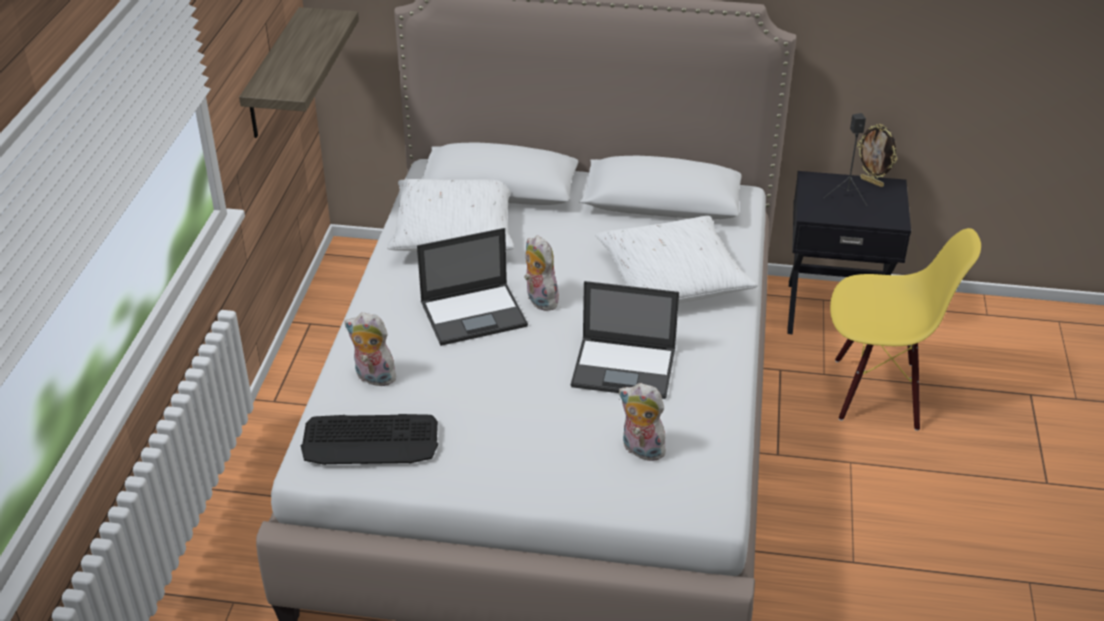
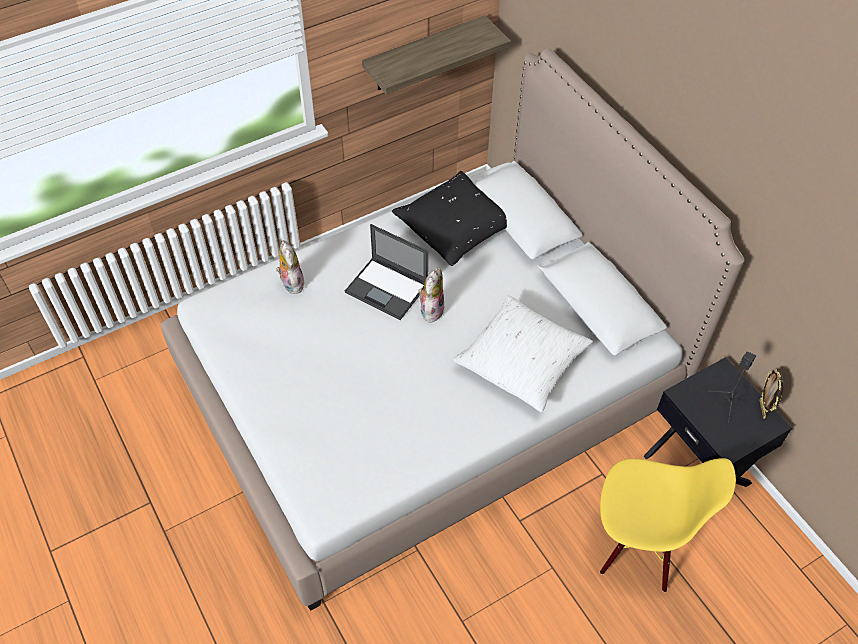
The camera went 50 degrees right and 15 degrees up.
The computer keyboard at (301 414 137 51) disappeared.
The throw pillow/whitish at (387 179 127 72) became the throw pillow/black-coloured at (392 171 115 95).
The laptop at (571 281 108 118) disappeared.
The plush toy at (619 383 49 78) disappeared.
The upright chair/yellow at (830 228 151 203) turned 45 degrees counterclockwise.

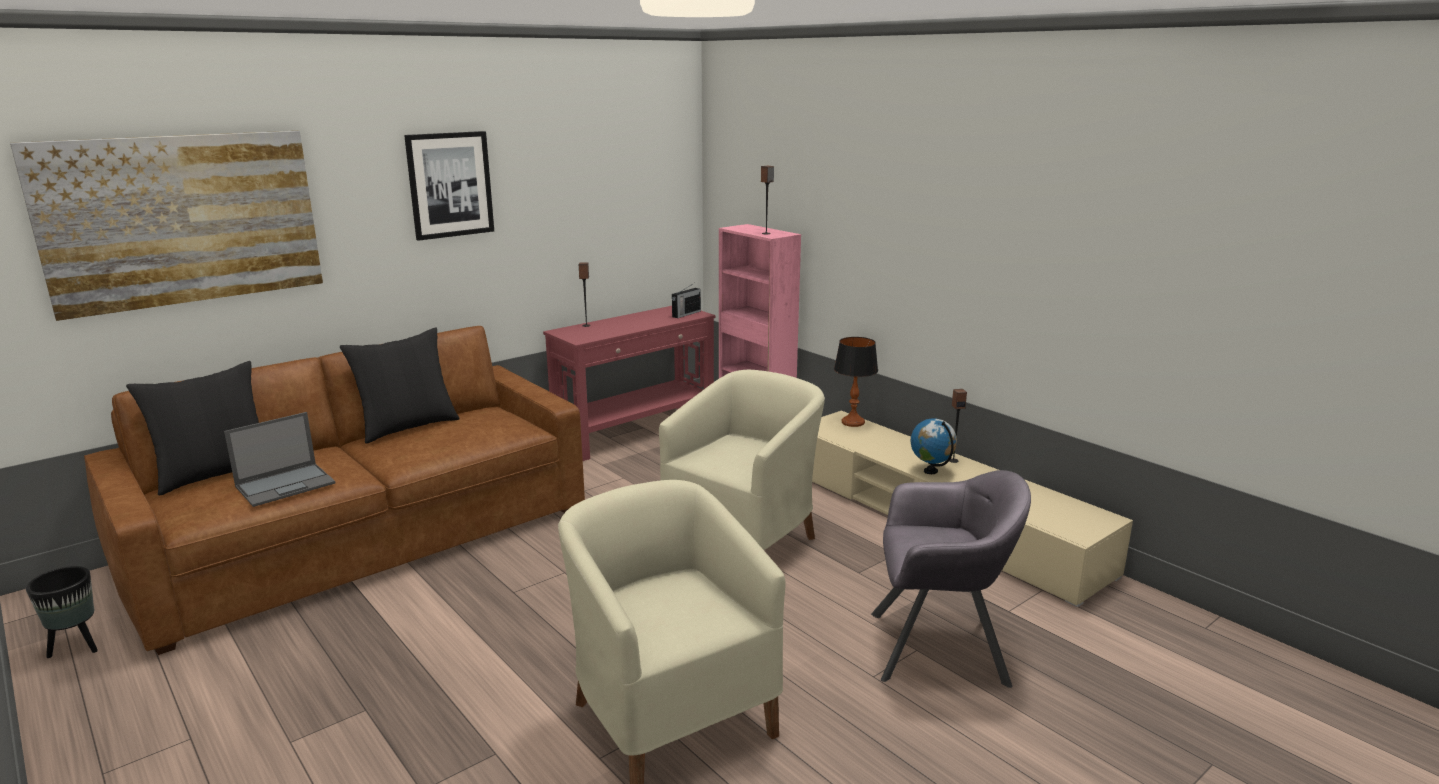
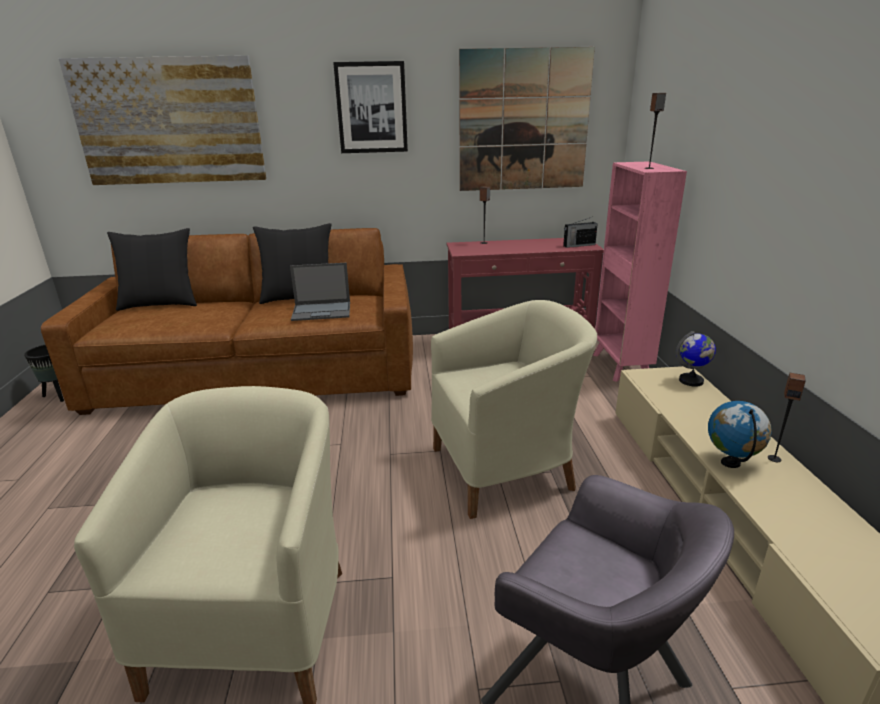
The camera went 35 degrees right and 5 degrees up.
The laptop moved from (224 412 112 95) to (290 263 60 58).
The lamp for a table at (834 337 44 90) was replaced by the globe at (676 331 40 56).
The wall picture at (459 47 136 144) appeared.

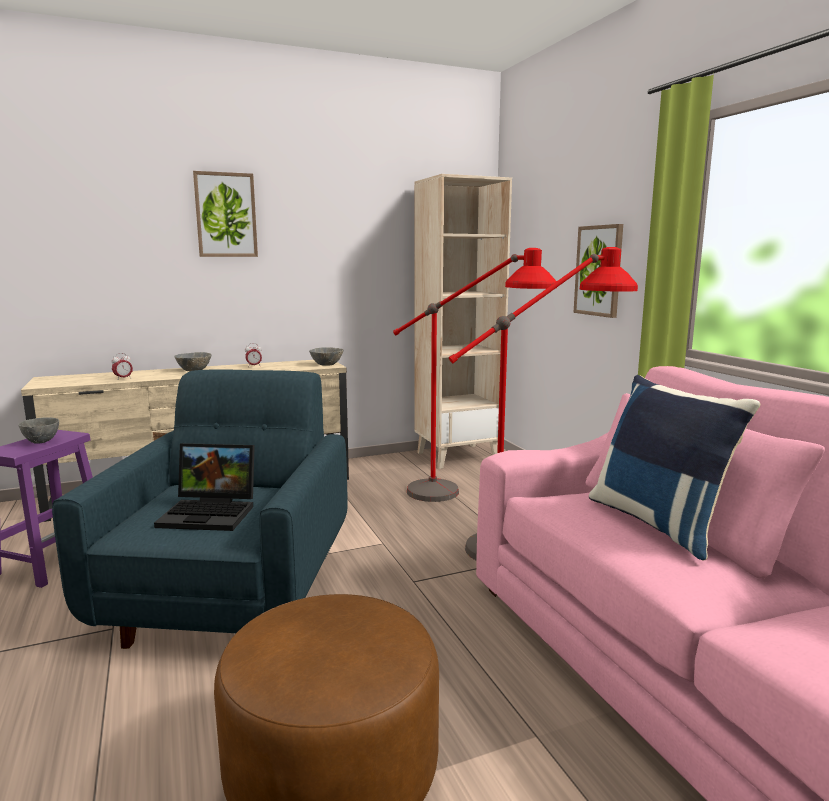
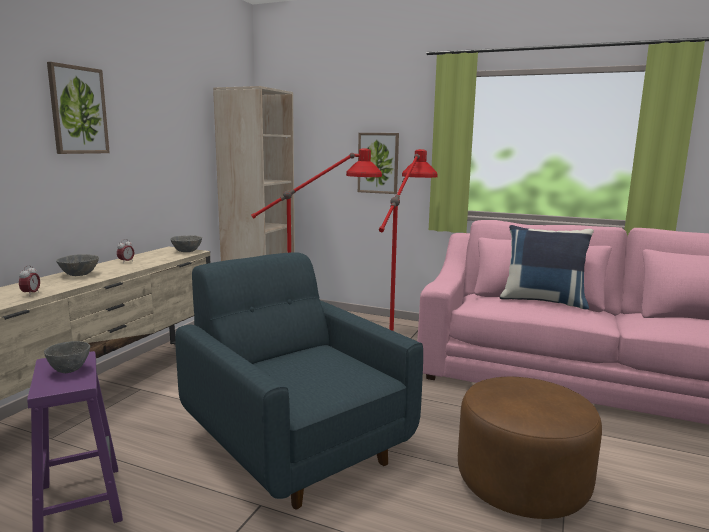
The camera went 45 degrees left and 0 degrees up.
The laptop at (154 443 101 88) disappeared.

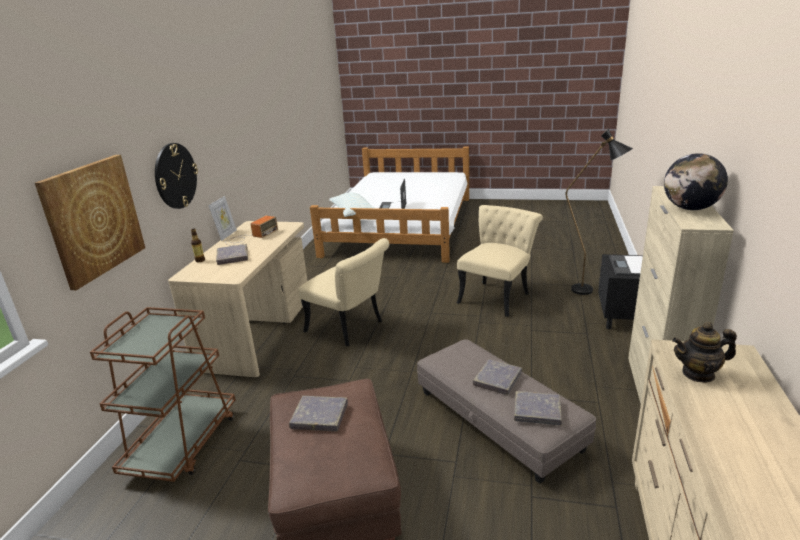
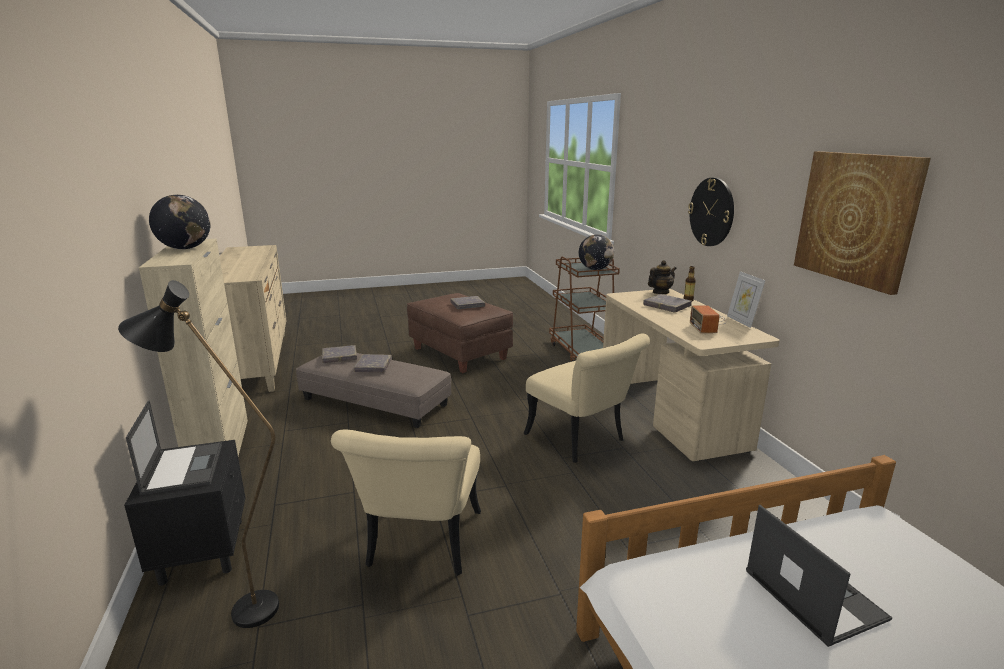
The camera went 150 degrees right and 5 degrees down.
The wall picture moved from (35 155 110 135) to (794 151 137 144).
The upright chair/sand-coloured at (299 238 90 108) turned 135 degrees counterclockwise.
The throw pillow at (329 192 45 25) disappeared.
The teapot moved from (672 322 65 61) to (648 260 29 34).
The globe at (579 234 35 36) appeared.

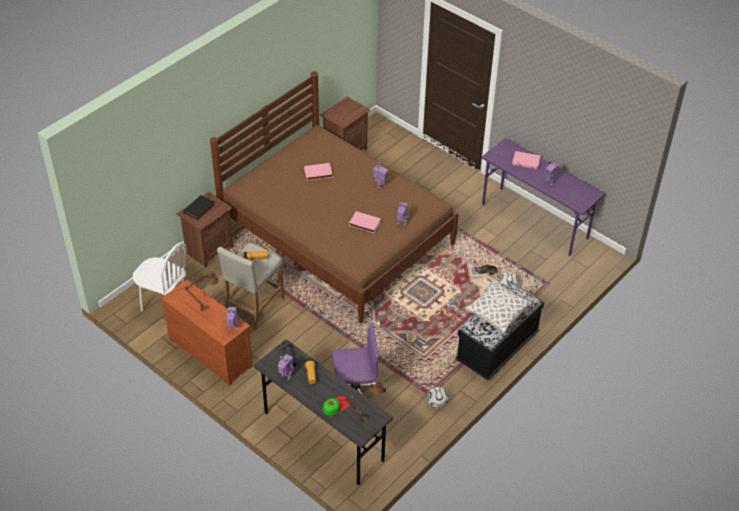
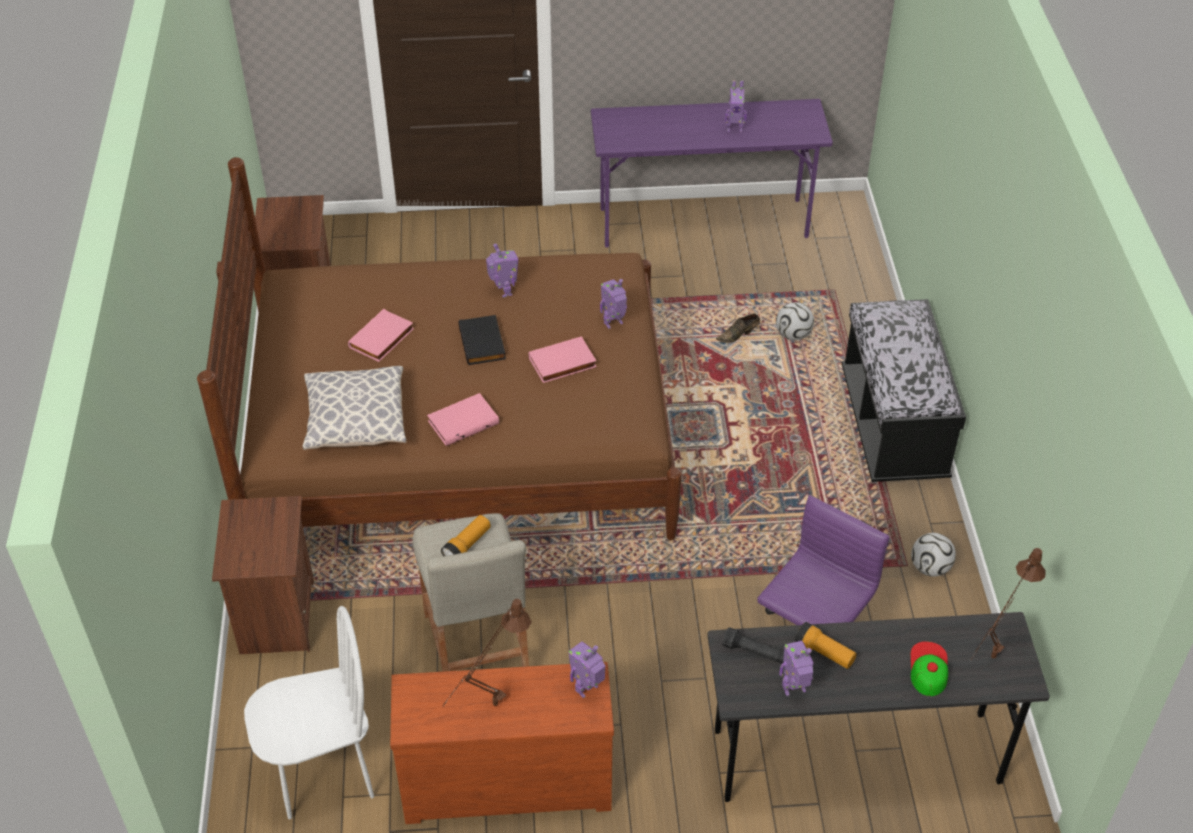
The camera went 45 degrees left and 0 degrees up.
The volume/black-coloured moved from (184 195 31 25) to (458 315 48 50).
The throw pillow moved from (465 280 67 54) to (303 366 104 84).
The volume/pinkish moved from (512 151 29 19) to (427 393 72 53).

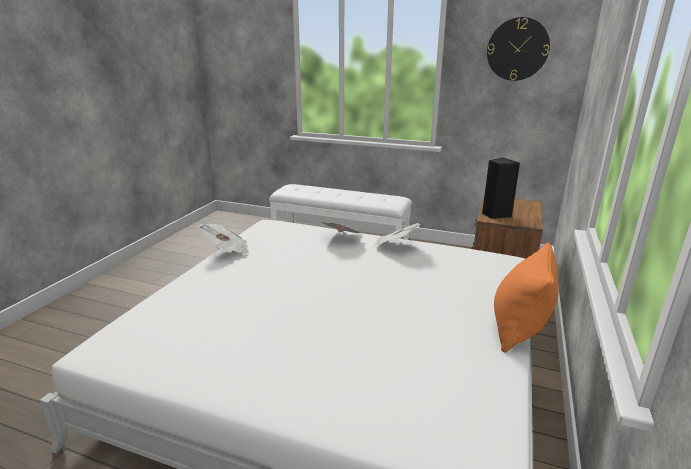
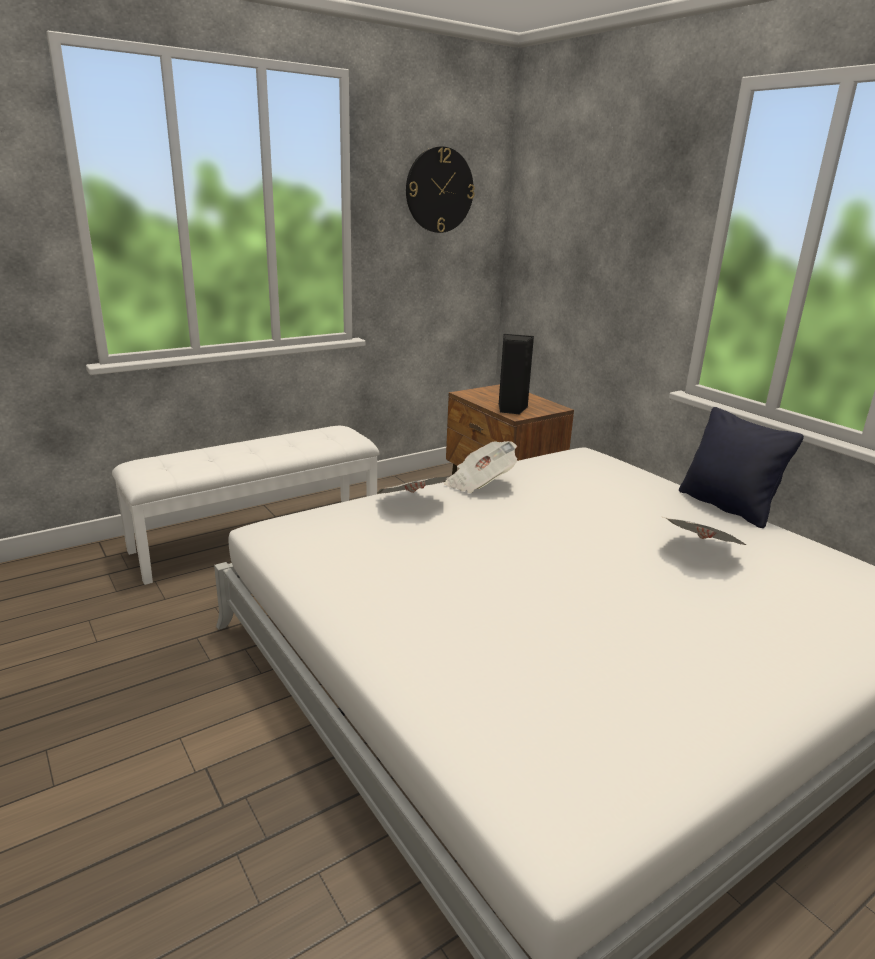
The camera went 55 degrees left and 0 degrees up.
The newspaper moved from (198 224 51 31) to (663 517 83 28).
The throw pillow/orange-coloured at (494 243 64 110) became the throw pillow/black-coloured at (679 407 125 121).

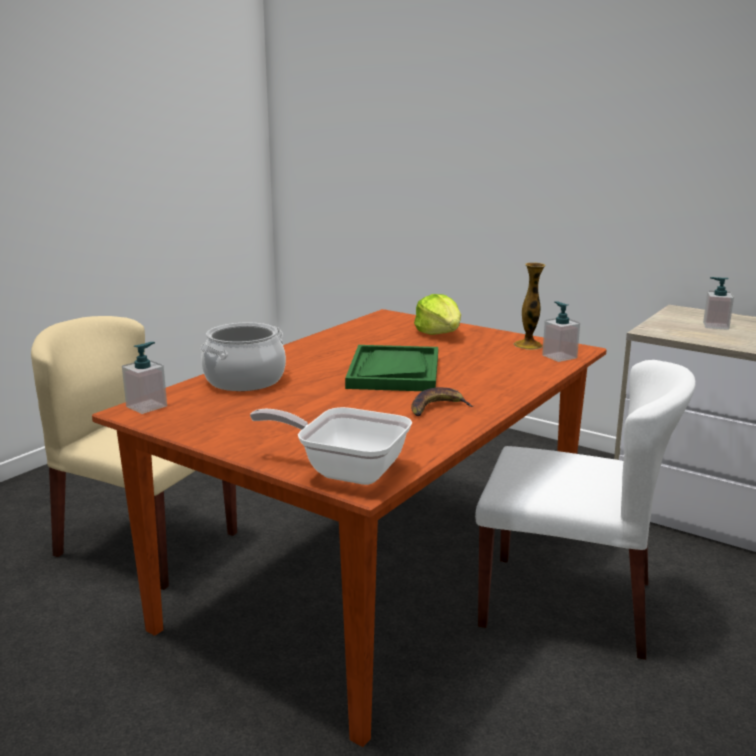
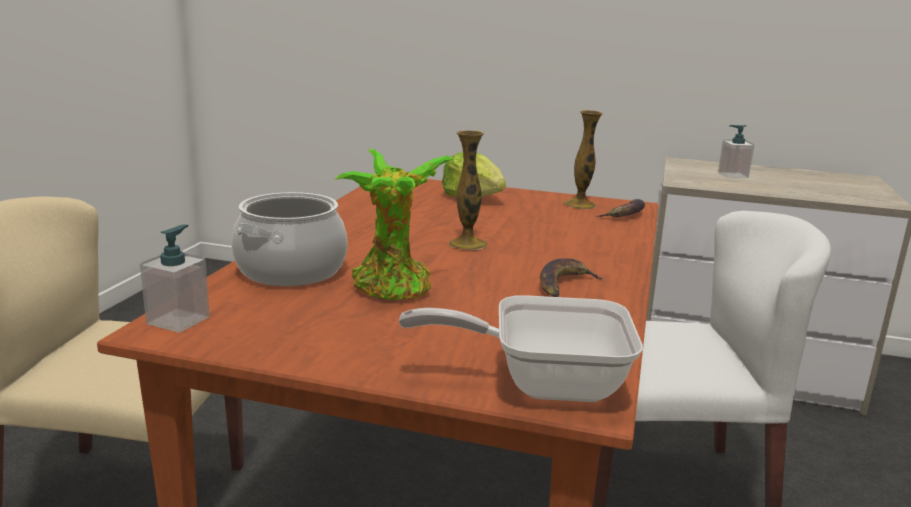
The camera went 20 degrees left and 0 degrees up.
The tray/greenish at (345 345 93 46) was replaced by the flower vase at (448 130 40 120).
The soap bottle at (542 301 38 61) was replaced by the banana at (595 199 50 18).
The plant in a pot at (335 149 121 151) appeared.

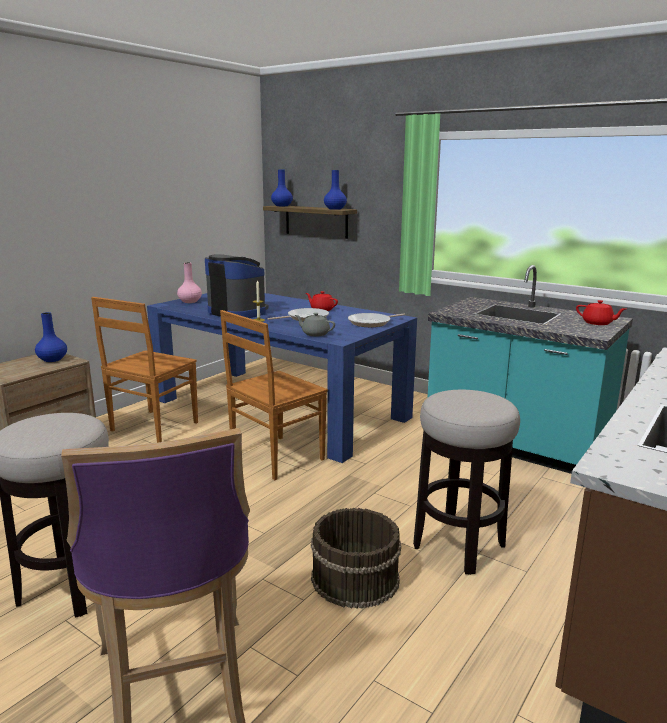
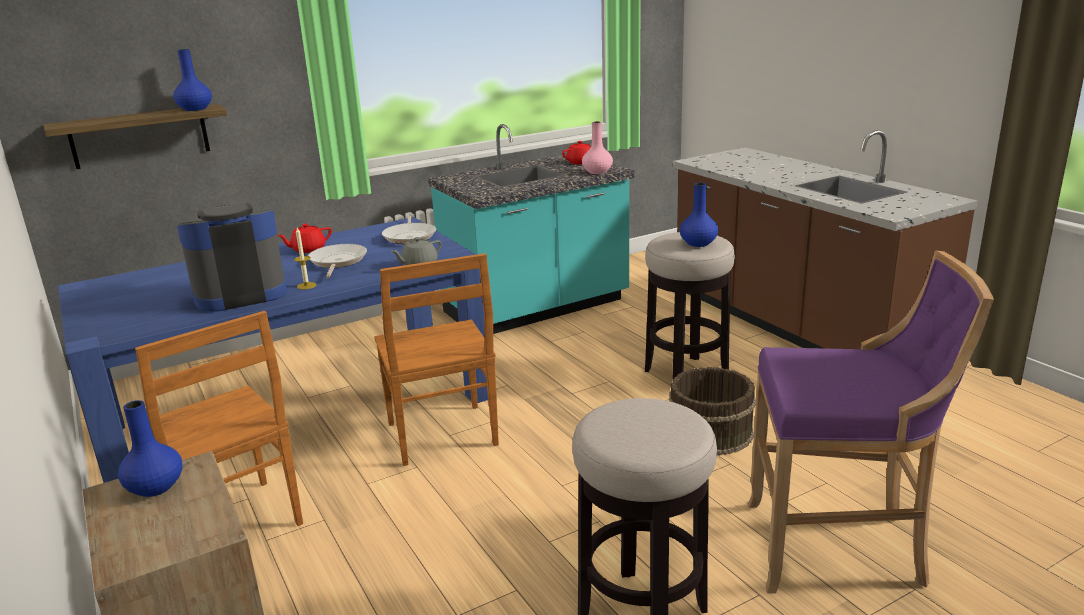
The camera went 65 degrees left and 5 degrees up.
The flower vase/pinkish moved from (177 262 25 41) to (582 121 31 53).
The flower vase/blue moved from (271 169 22 37) to (680 183 38 64).

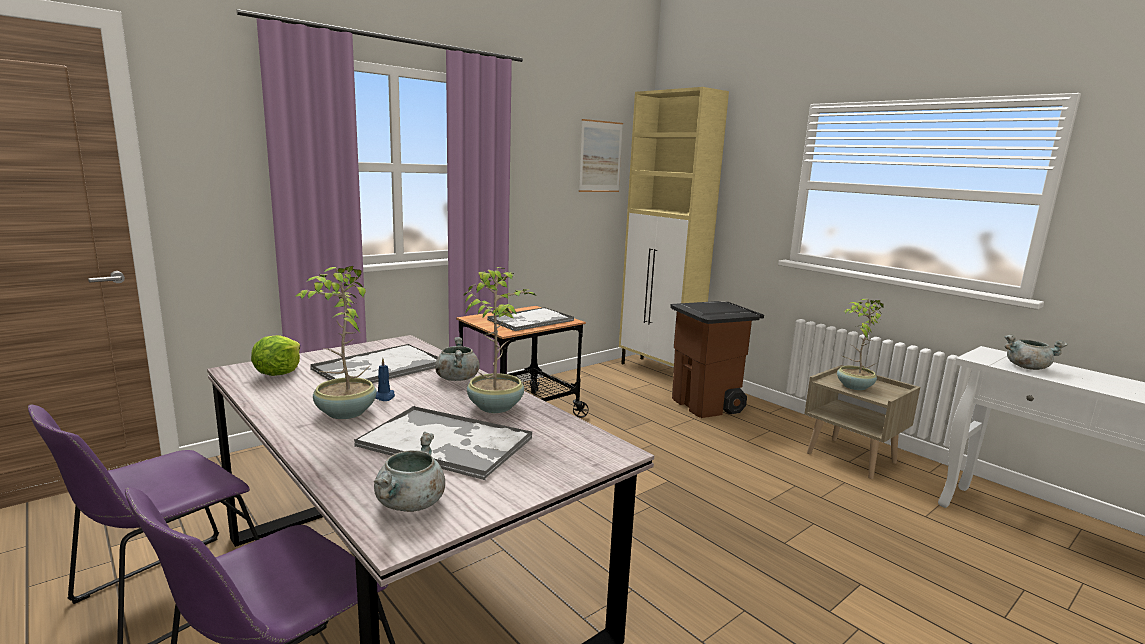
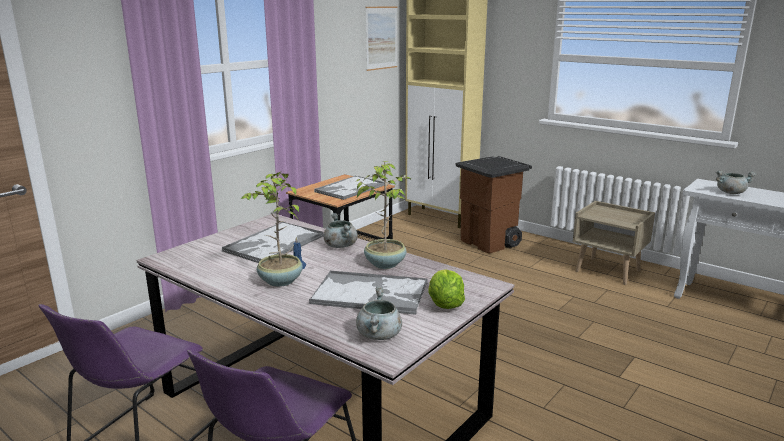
The camera went 10 degrees left and 5 degrees up.
The lettuce moved from (251 335 49 41) to (428 269 37 40).
The plant in a pot at (837 299 47 91) disappeared.

